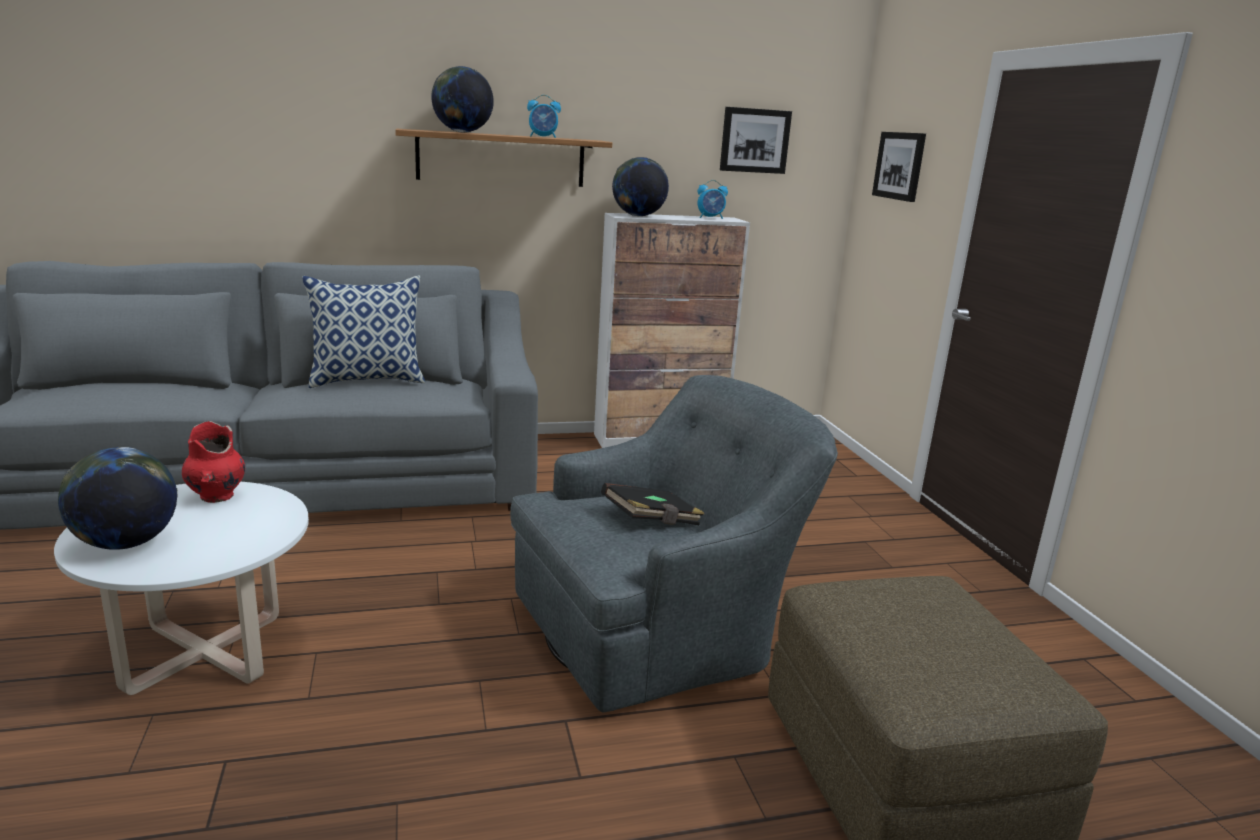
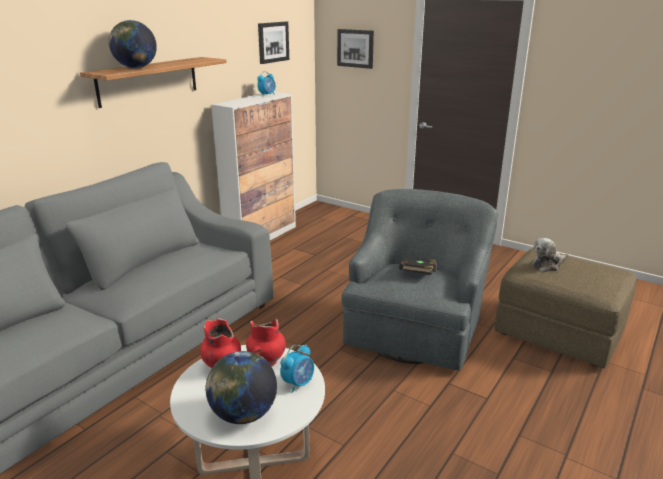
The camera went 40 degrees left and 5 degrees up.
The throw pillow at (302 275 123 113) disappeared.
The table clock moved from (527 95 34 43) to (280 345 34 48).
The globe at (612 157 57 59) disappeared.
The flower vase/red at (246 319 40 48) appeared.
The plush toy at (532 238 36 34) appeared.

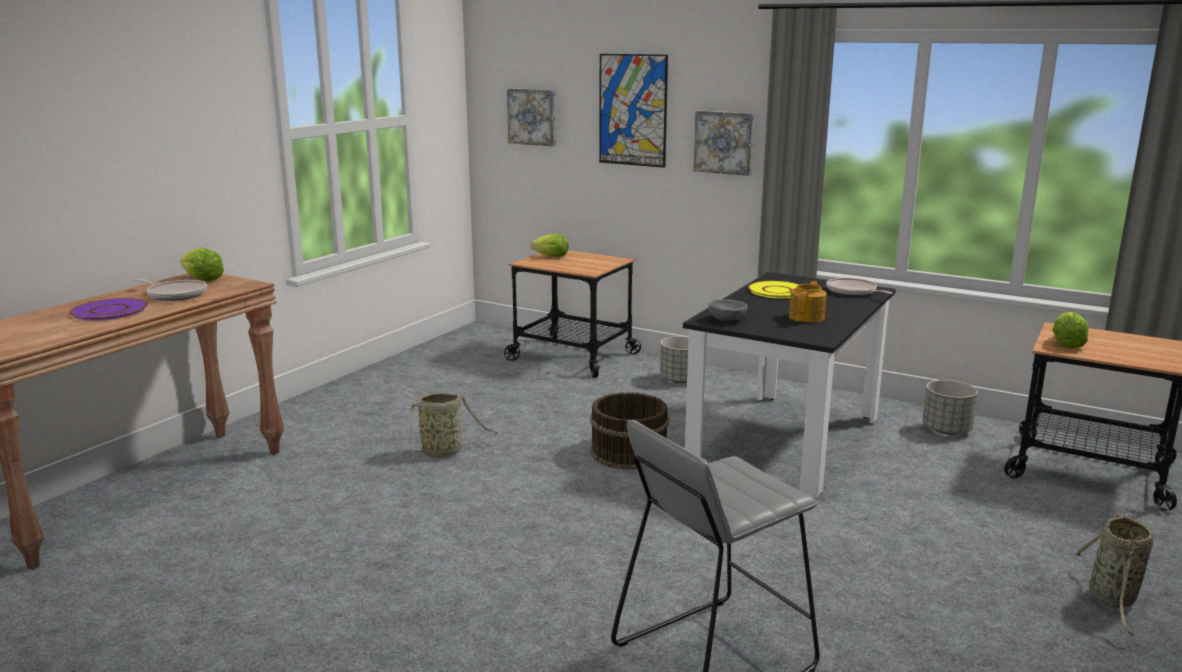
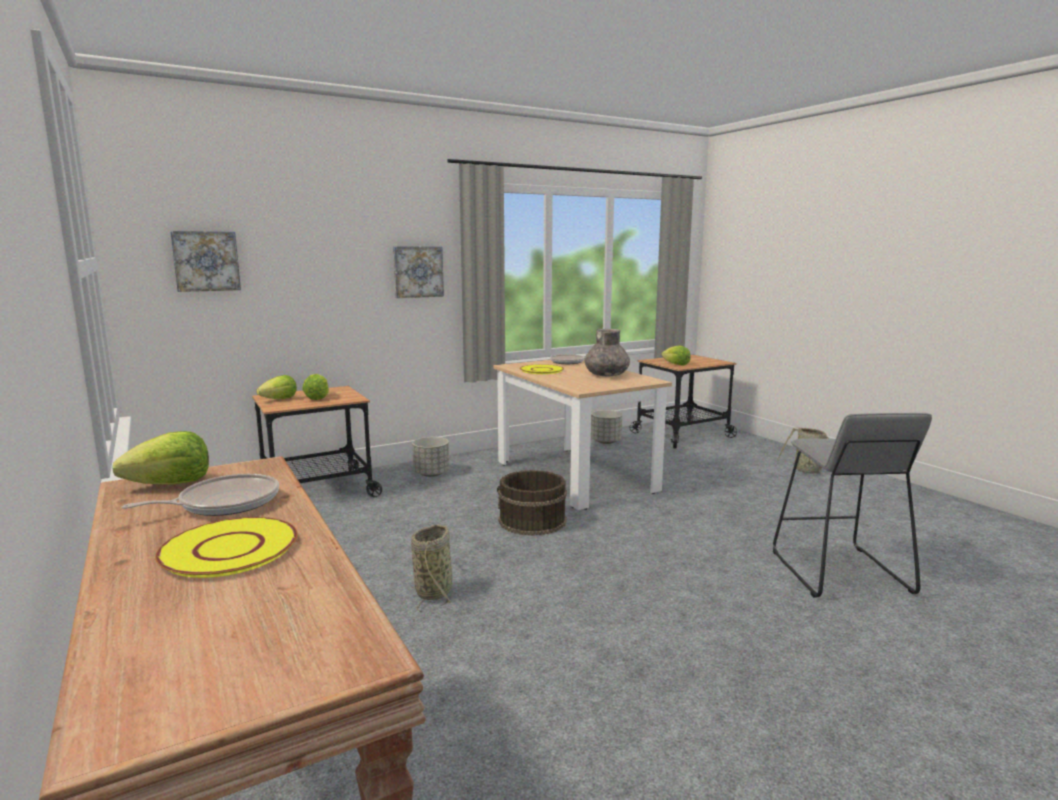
The camera went 60 degrees left and 5 degrees down.
The dinner plate/purple at (69 298 79 23) became the dinner plate/yellow at (155 517 143 61).
The wall picture at (599 54 69 114) disappeared.
The dinner table/black-coloured at (683 272 213 226) became the dinner table/sand-coloured at (493 360 179 150).
The deep dish/gray at (708 299 40 22) disappeared.
The teapot at (789 281 38 41) was replaced by the flower vase/gray at (585 329 45 47).
The lettuce at (302 374 27 26) appeared.

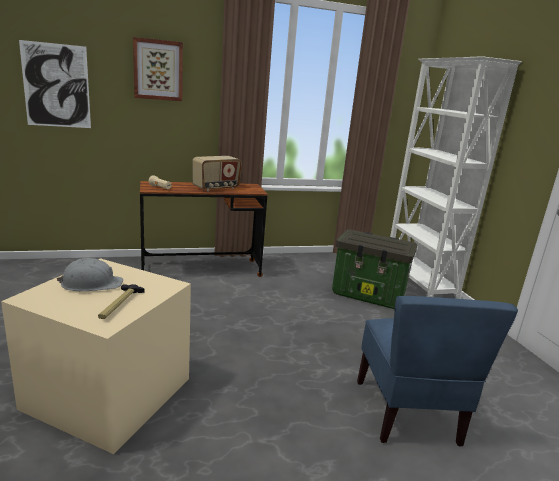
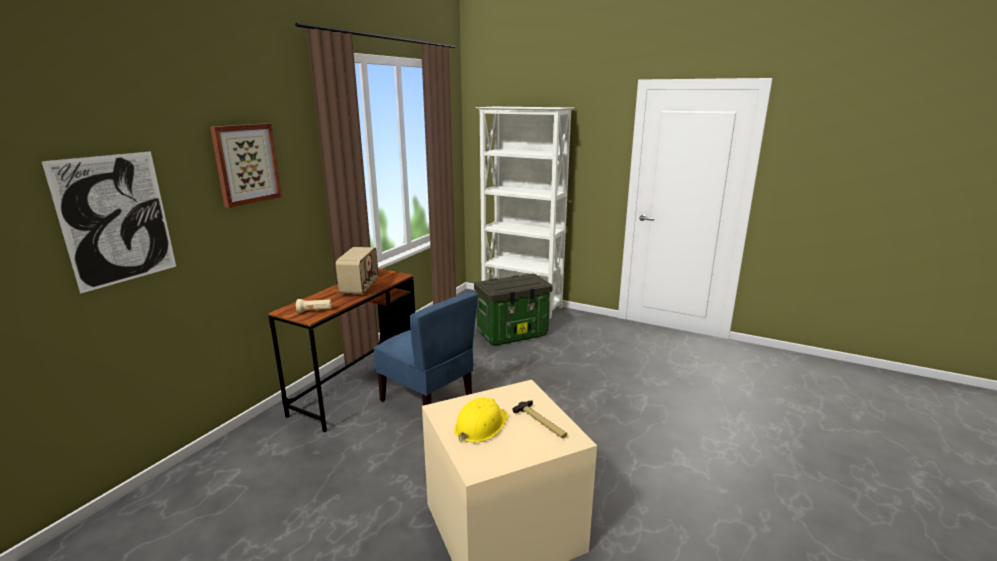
The camera went 45 degrees left and 0 degrees up.
The hard hat/gray at (57 258 66 33) became the hard hat/yellow at (454 398 55 45).
The upright chair/blue moved from (357 296 161 151) to (373 291 105 115).

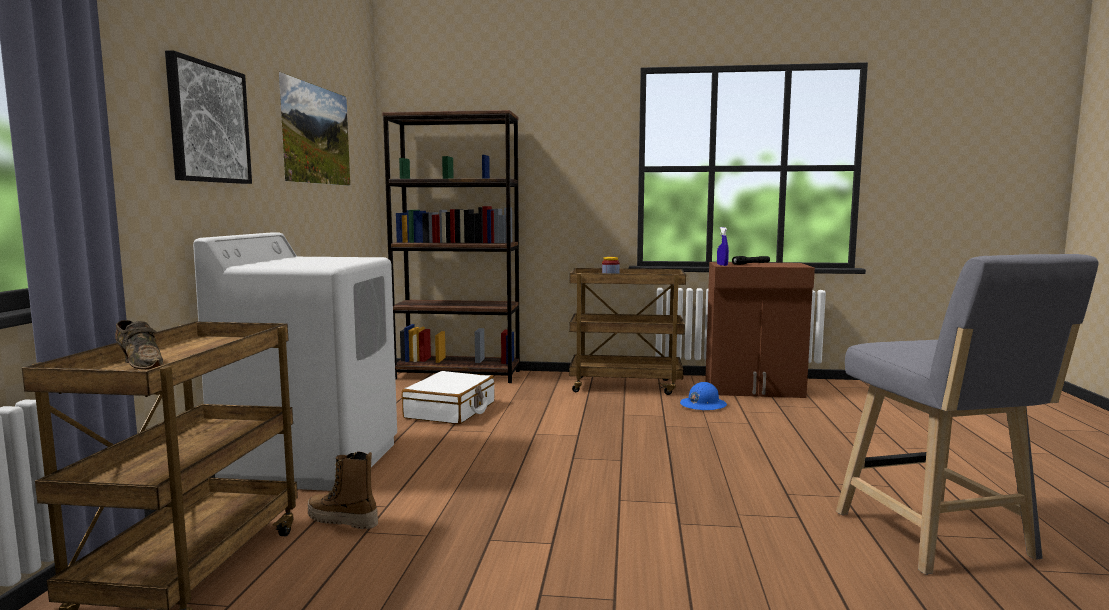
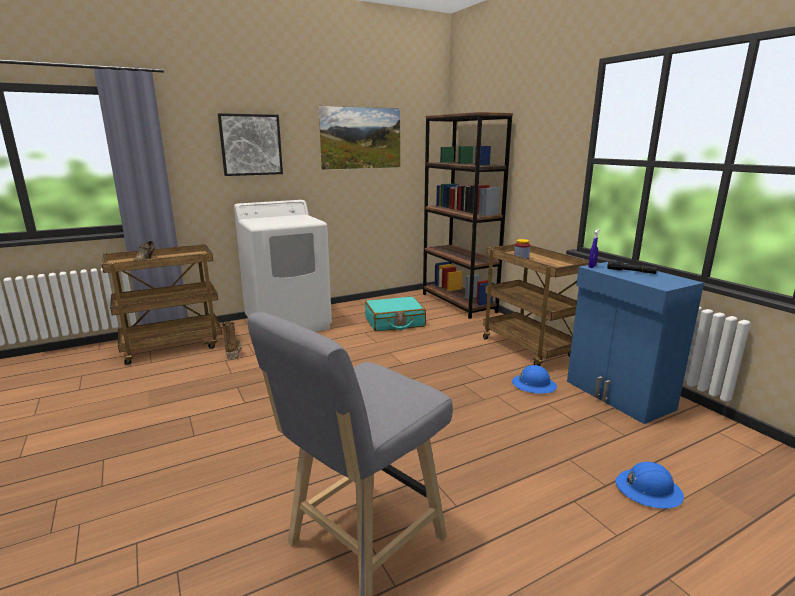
The camera went 55 degrees right and 10 degrees up.
The travel case/whitish at (402 371 92 54) became the travel case/turquoise at (365 297 61 34).
The cabinet/brown at (705 262 110 136) became the cabinet/blue at (567 262 137 162).
The hard hat/blue at (616 462 68 47) appeared.

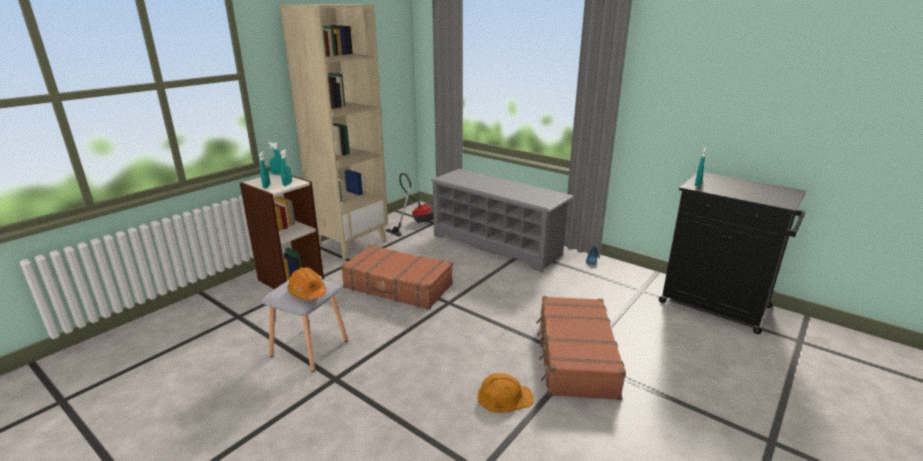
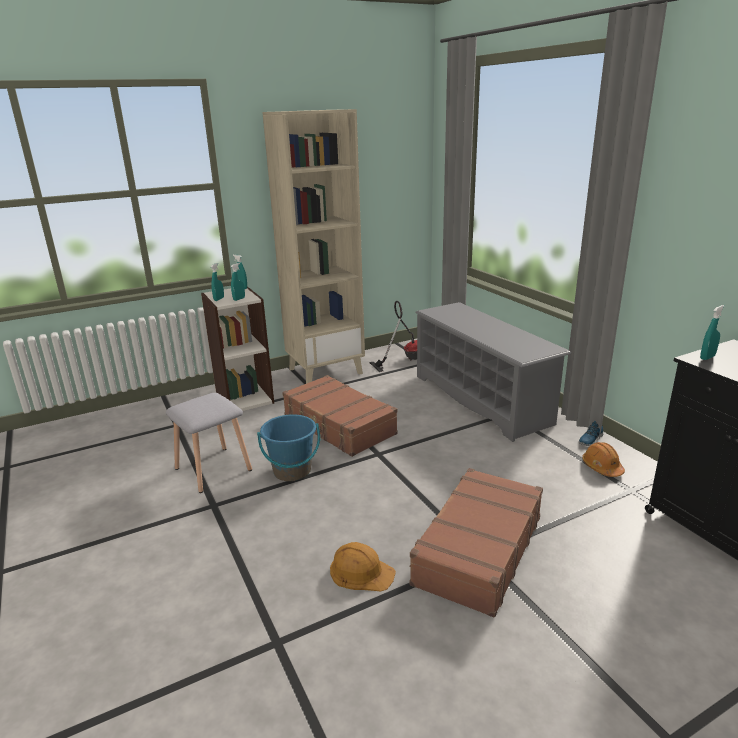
The camera went 25 degrees right and 0 degrees up.
The hard hat/orange-coloured moved from (287 267 40 33) to (582 442 43 35).
The pail/blue at (257 414 63 67) appeared.

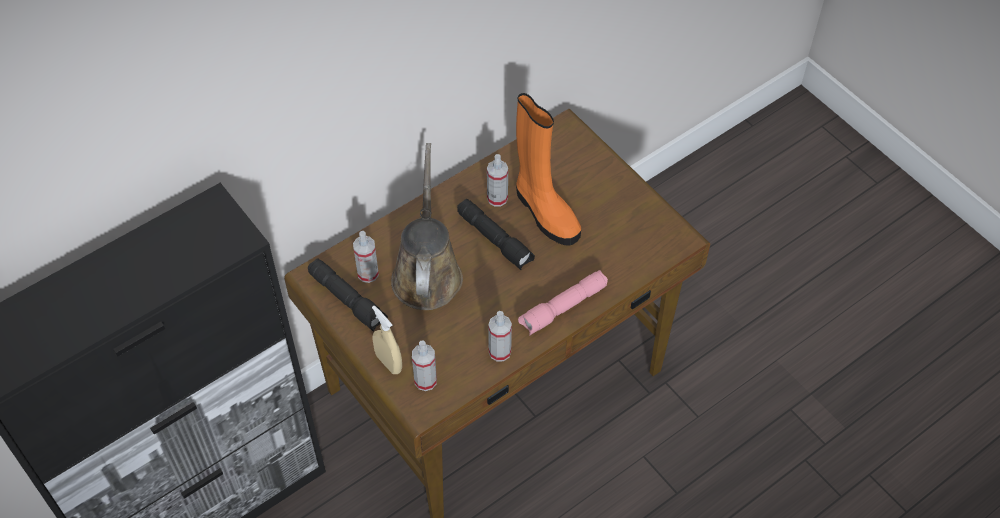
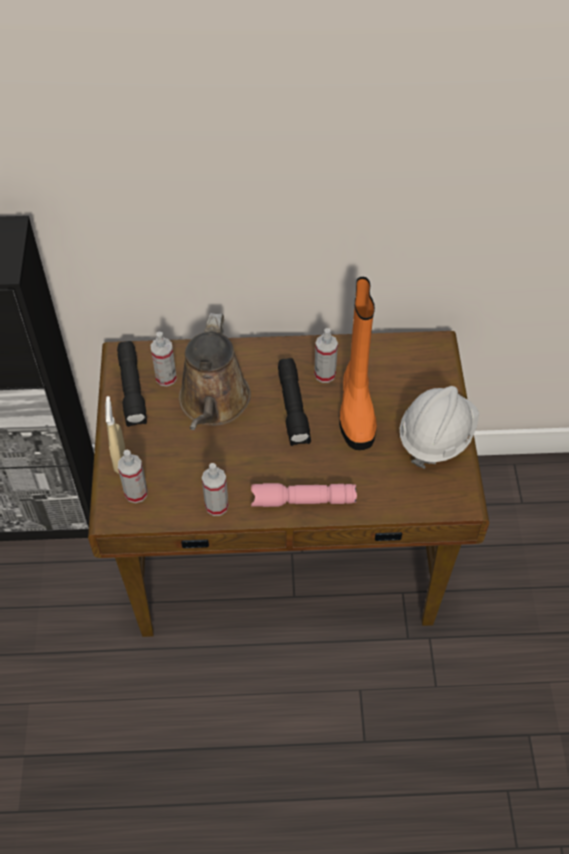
The camera went 35 degrees right and 0 degrees up.
The sprinkling can/brown at (391 143 72 167) turned 150 degrees clockwise.
The hard hat/whitish at (400 386 79 83) appeared.

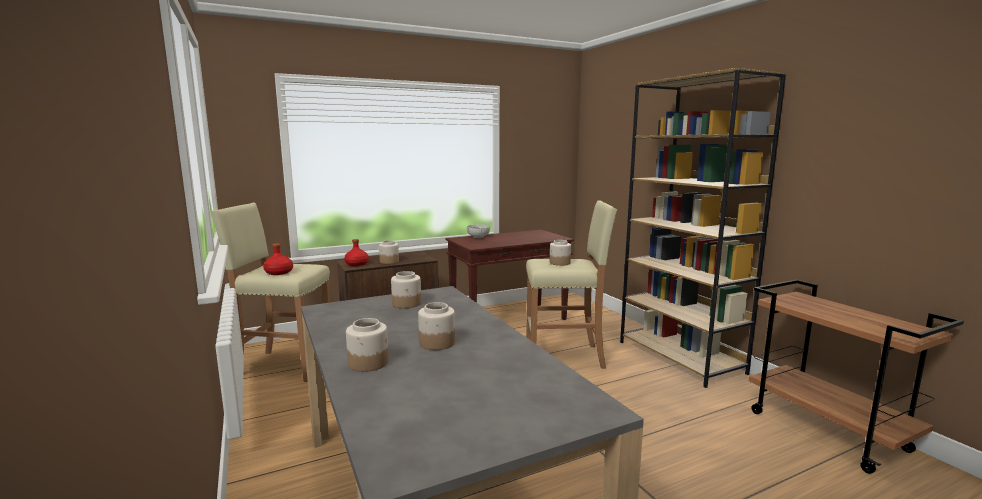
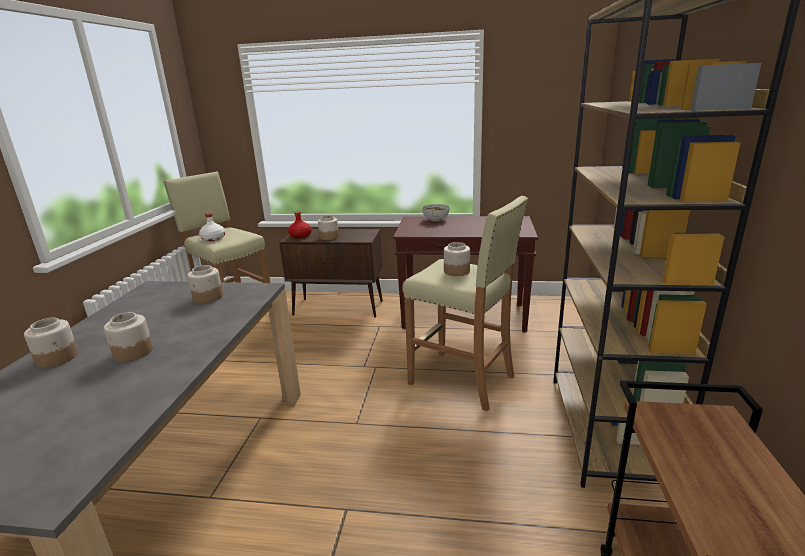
The camera went 35 degrees right and 10 degrees up.
The bottle/red at (263 243 30 32) became the bottle/whitish at (199 213 26 28).

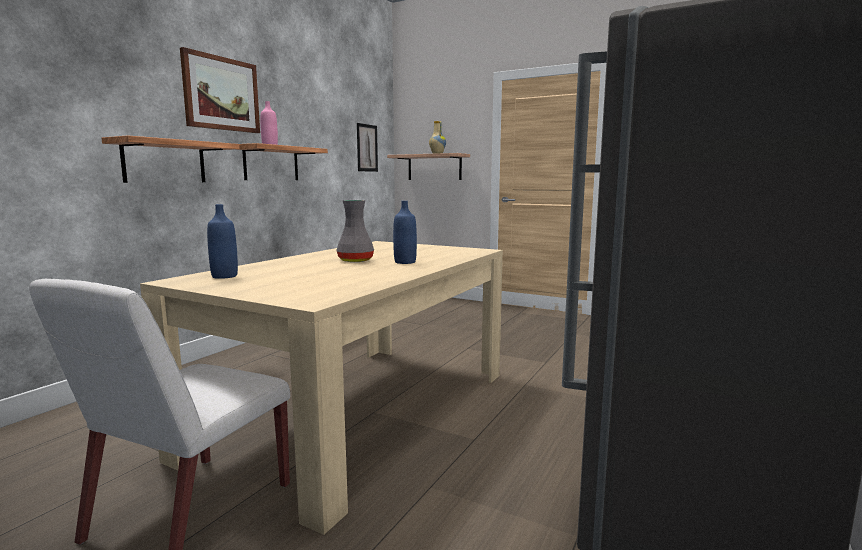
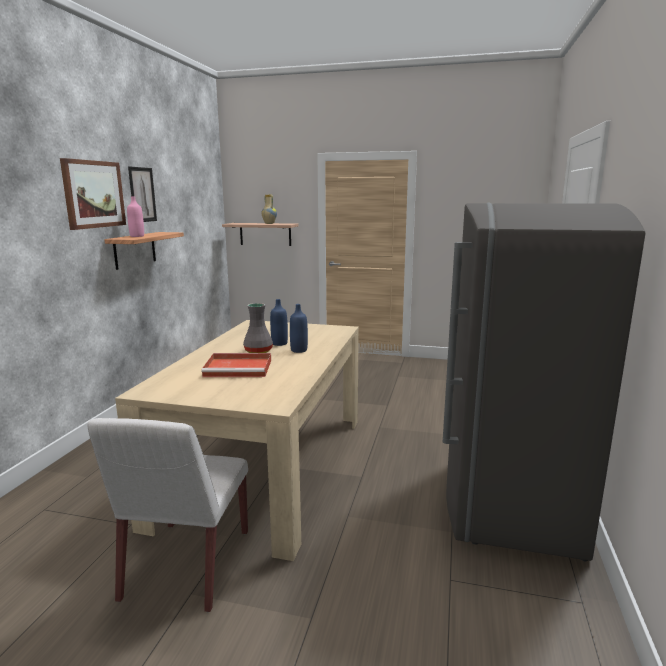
The camera went 15 degrees left and 5 degrees up.
The bracket shelf at (101 136 138 47) disappeared.
The bottle/blue moved from (207 204 31 75) to (270 299 18 47).
The wall picture moved from (357 123 21 49) to (128 166 29 56).
The tray/red at (202 353 69 24) appeared.

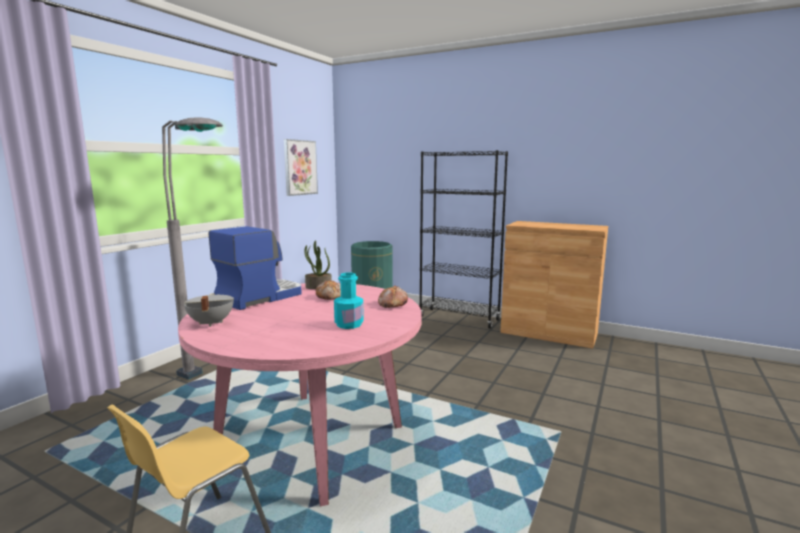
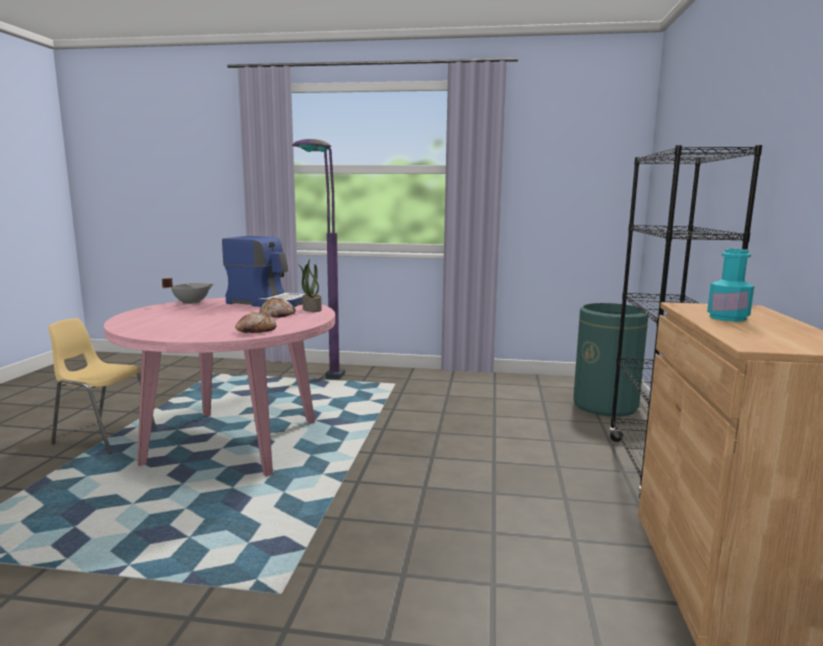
The camera went 70 degrees right and 0 degrees up.
The floor lamp/gray at (162 117 61 263) became the floor lamp/purple at (292 139 53 240).
The wall picture at (284 139 34 57) disappeared.
The bottle/turquoise moved from (334 272 30 57) to (707 249 47 73).

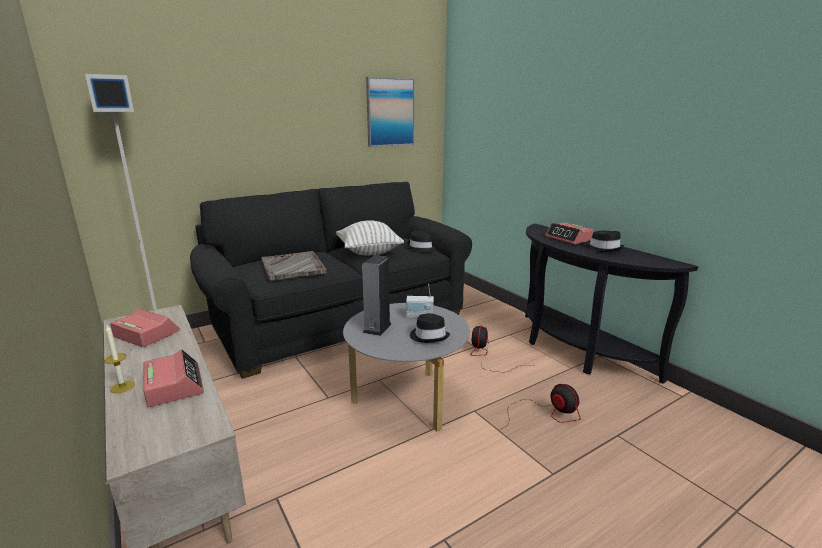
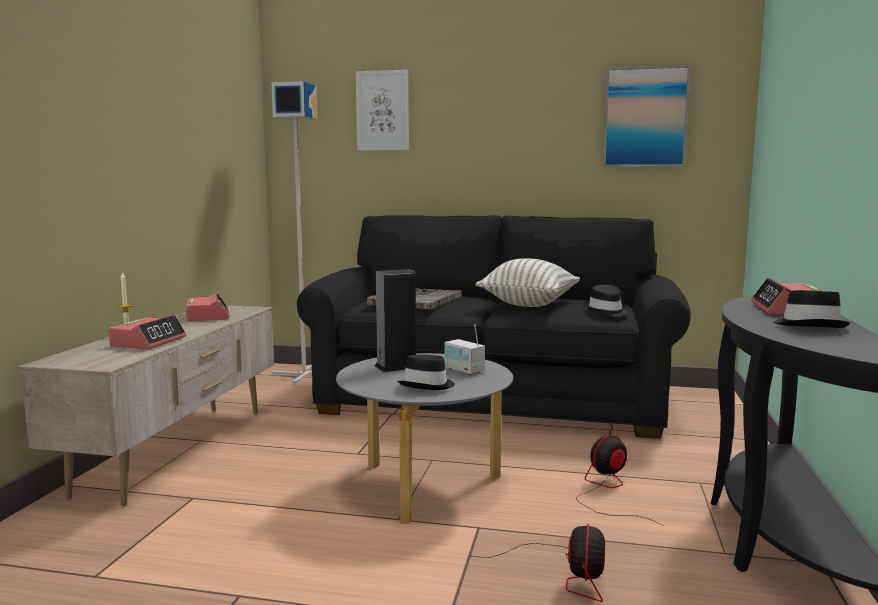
The camera went 45 degrees right and 10 degrees down.
The wall picture at (356 70 53 81) appeared.

